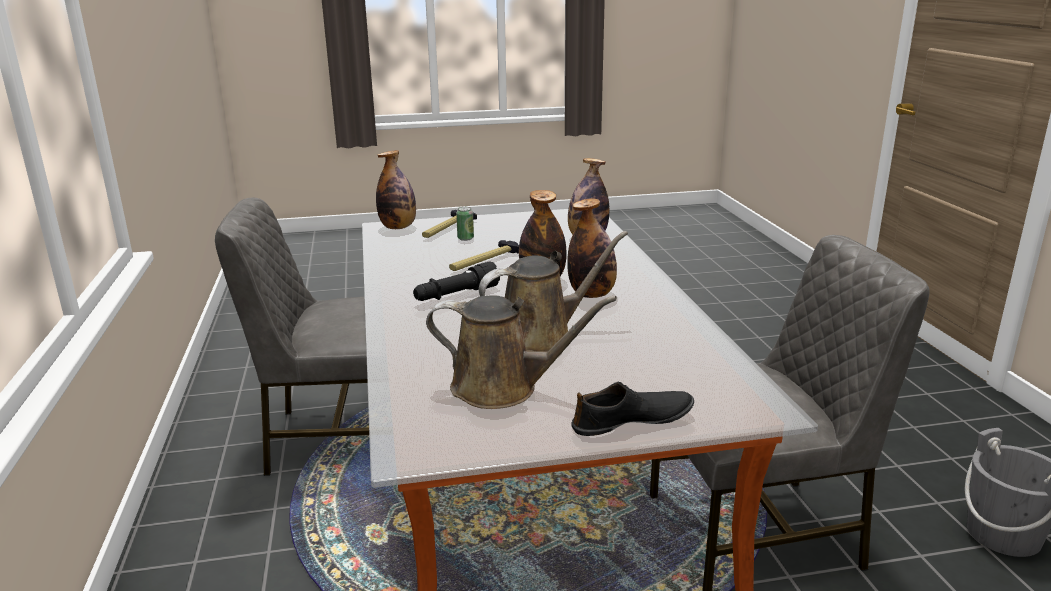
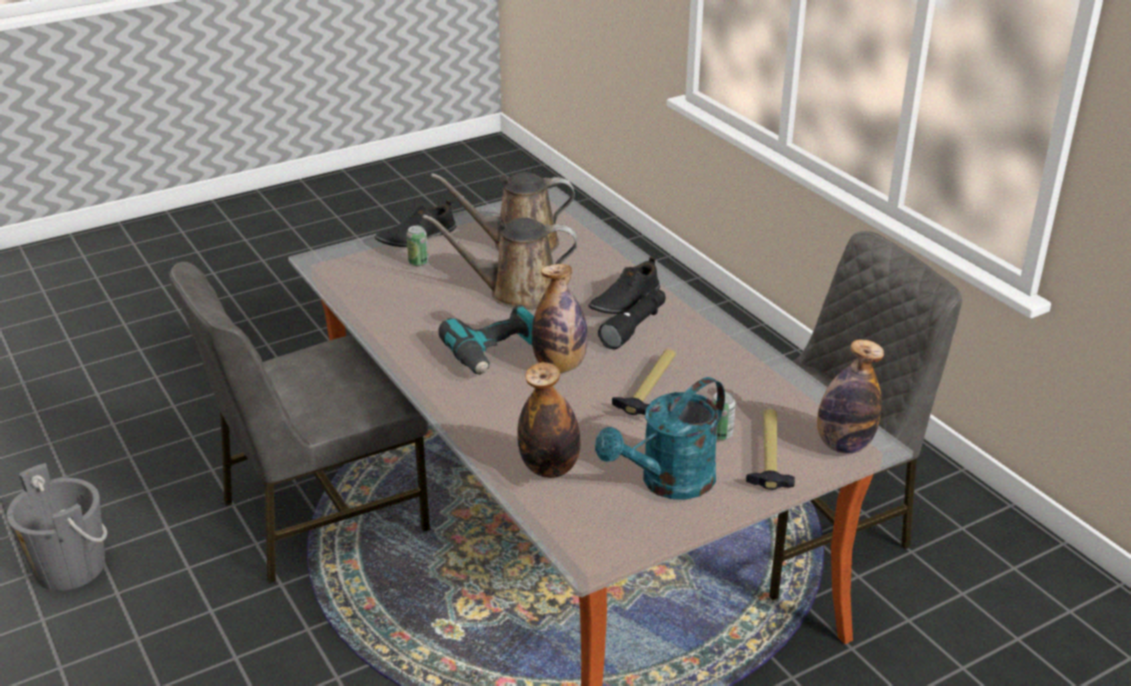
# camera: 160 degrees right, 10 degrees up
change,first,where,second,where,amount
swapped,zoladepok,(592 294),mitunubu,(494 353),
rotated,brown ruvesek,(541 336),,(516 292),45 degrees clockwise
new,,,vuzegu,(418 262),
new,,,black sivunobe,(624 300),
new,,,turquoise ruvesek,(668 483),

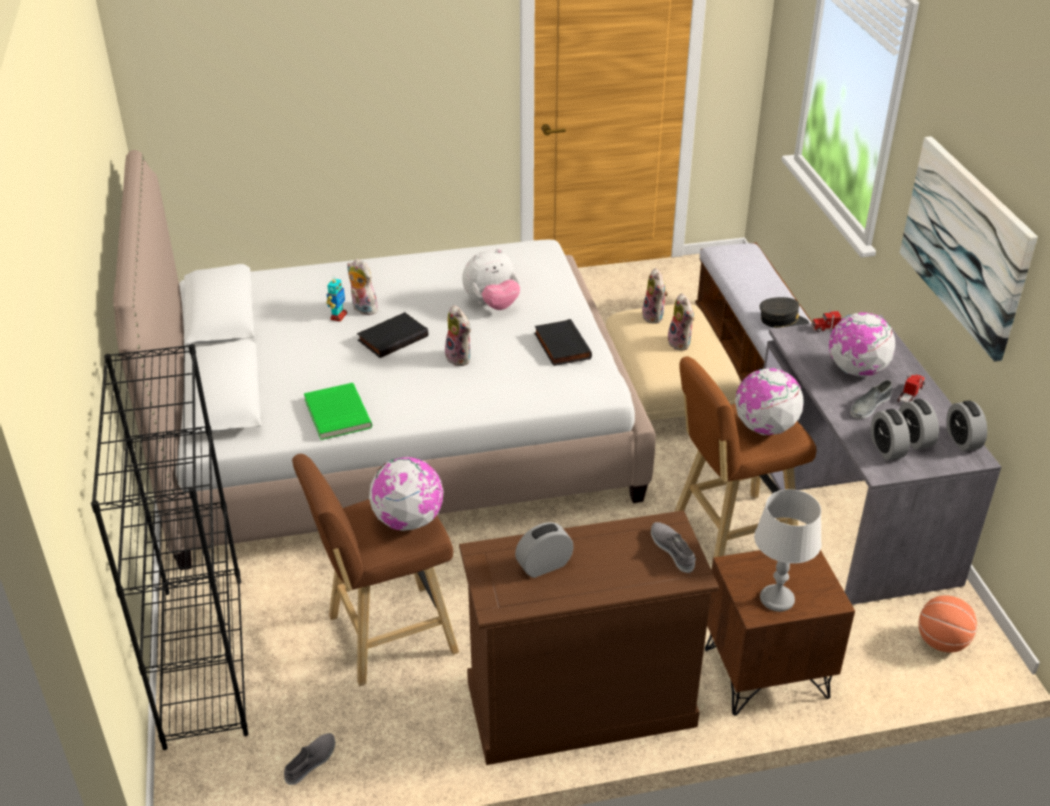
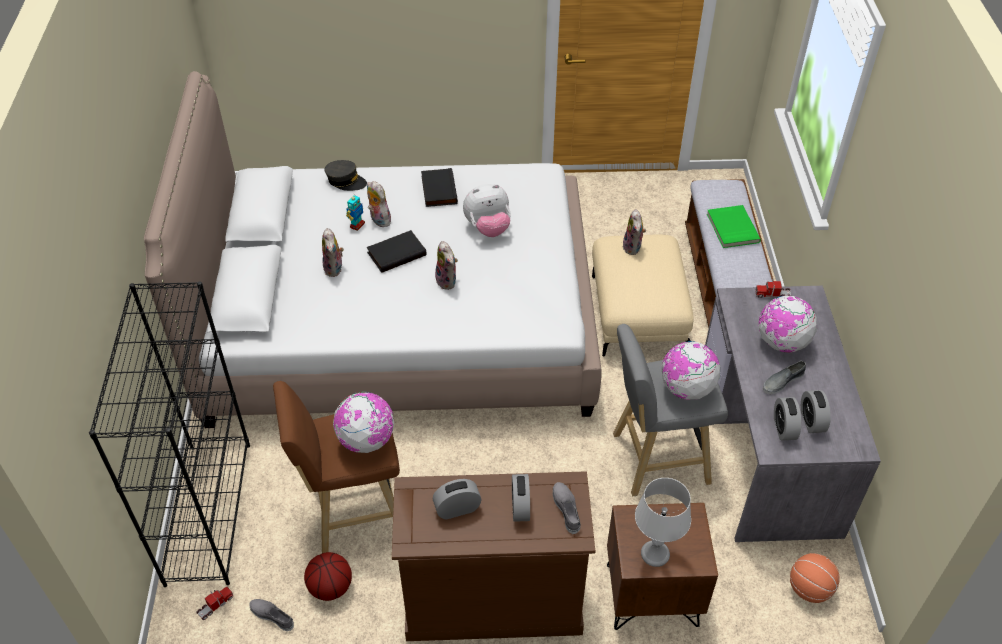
# camera: 10 degrees right, 10 degrees up
change,first,where,second,where,amount
gone,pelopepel,(966 245),,,
shifted,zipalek,(681 343),,(335 268),
shifted,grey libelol,(782 321),,(346 181),
shifted,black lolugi,(560 346),,(438 190),
repainted,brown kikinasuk,(729 535),grey kikinasuk,(655 459),
shifted,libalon,(910 394),,(215 605),
shifted,green lolugi,(336 414),,(731 228),
shifted,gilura,(962 440),,(520 507),
rotated,grey sivunobe,(311 761),,(272 615),105 degrees counterclockwise
new,,,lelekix,(331 587),

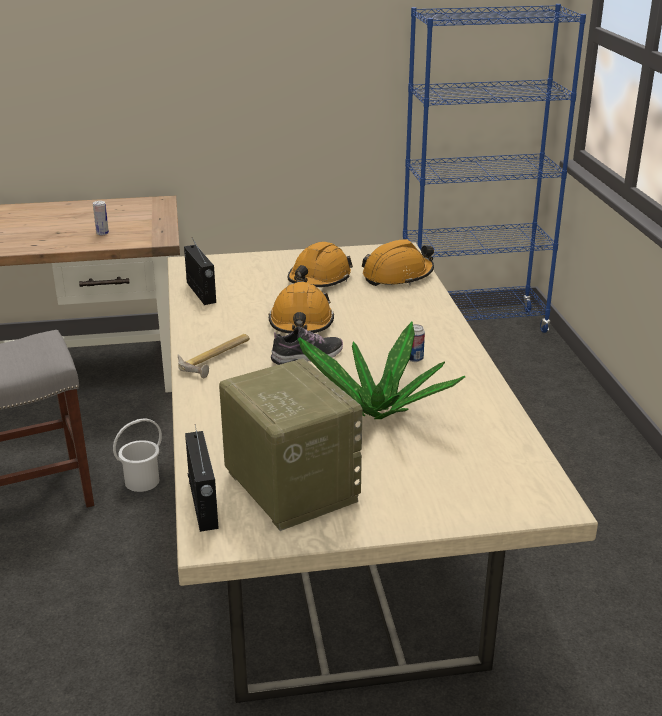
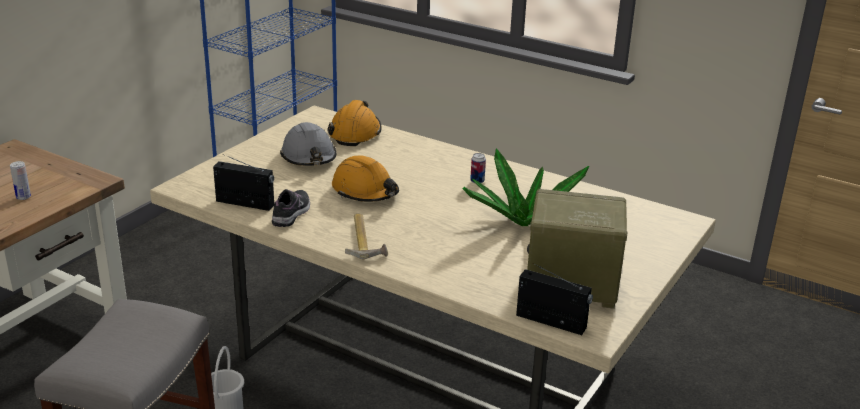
# camera: 50 degrees left, 0 degrees up
change,first,where,second,where,amount
repainted,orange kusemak,(319 279),grey kusemak,(309 157),
shifted,sivunobe,(307 357),,(291 213),

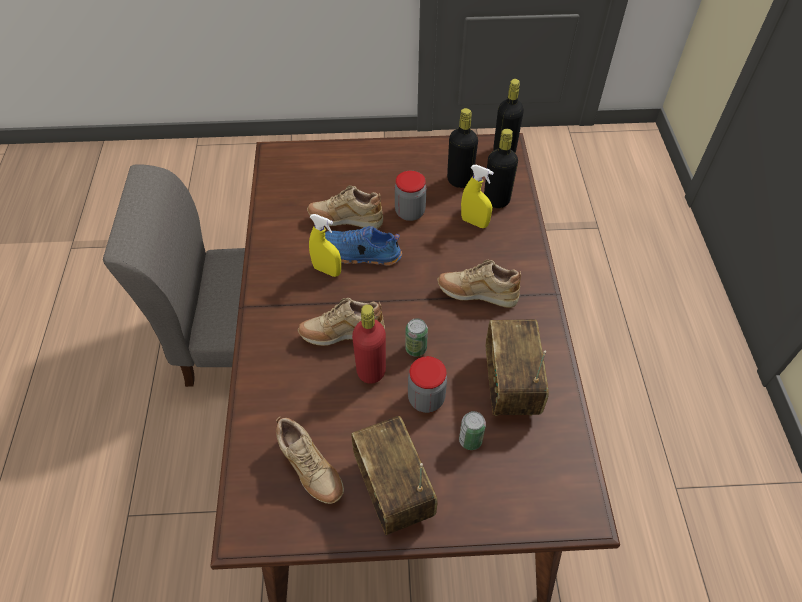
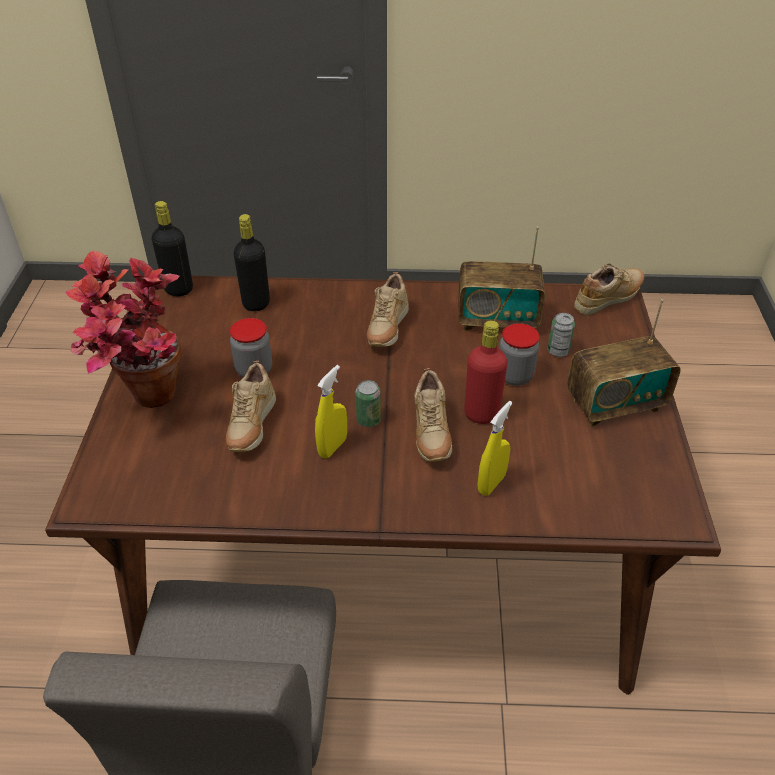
# camera: 85 degrees left, 10 degrees down
change,first,where,second,where,amount
gone,black zoladepok,(459 180),,,
shifted,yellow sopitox,(474 222),,(491 483),
gone,blue sivunobe,(361 254),,,
shifted,vuzegu,(416 348),,(368 420),
shifted,beige sivunobe,(310 470),,(609 300),
new,,,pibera,(145 405),

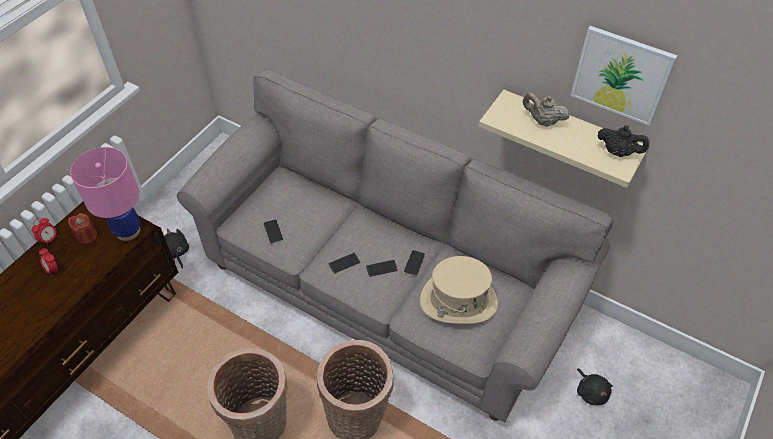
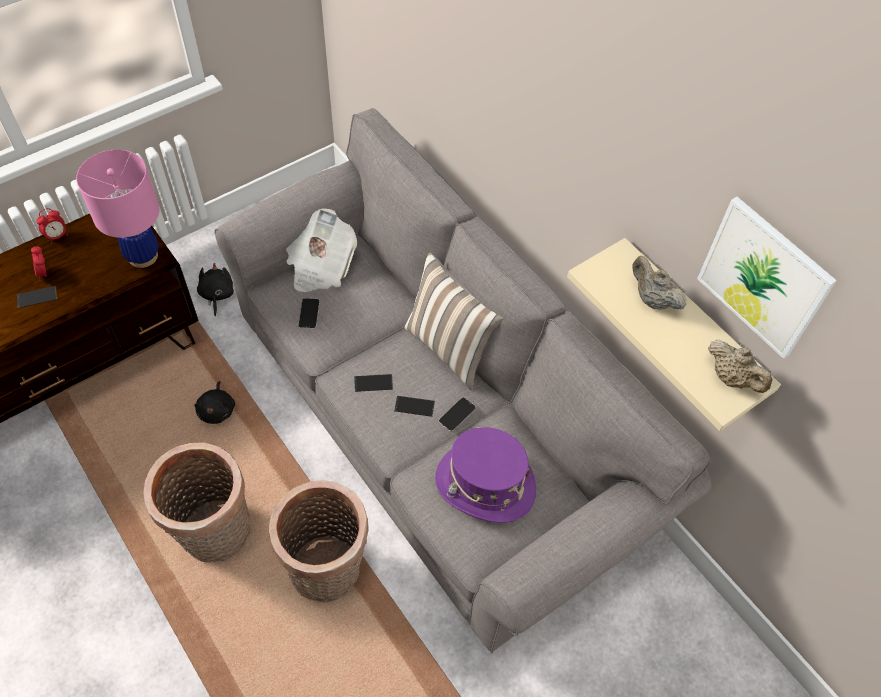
# camera: 20 degrees right, 5 degrees up
change,first,where,second,where,amount
repainted,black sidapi,(618 152),beige sidapi,(732 378),
gone,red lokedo,(86 236),,,
repainted,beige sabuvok,(458 302),purple sabuvok,(485 485),
shifted,black zipalek,(591 392),,(217 410),
new,,,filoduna,(320 265),
new,,,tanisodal,(450 348),
new,,,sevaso,(37 297),

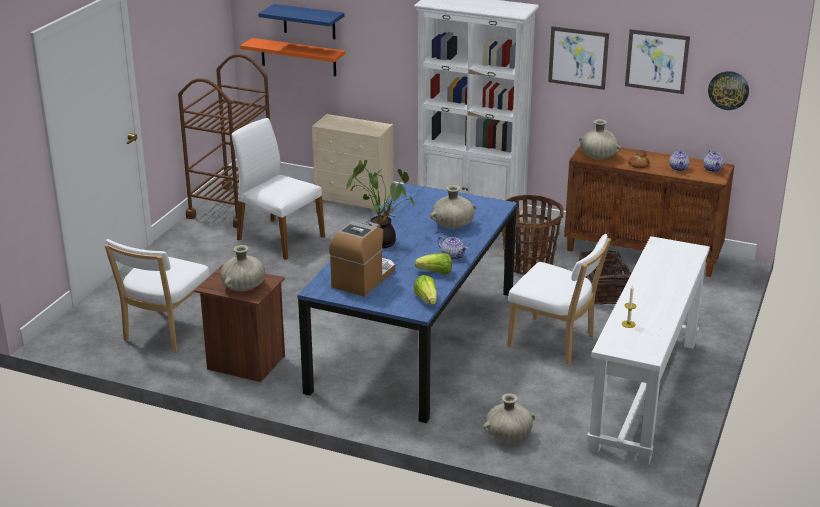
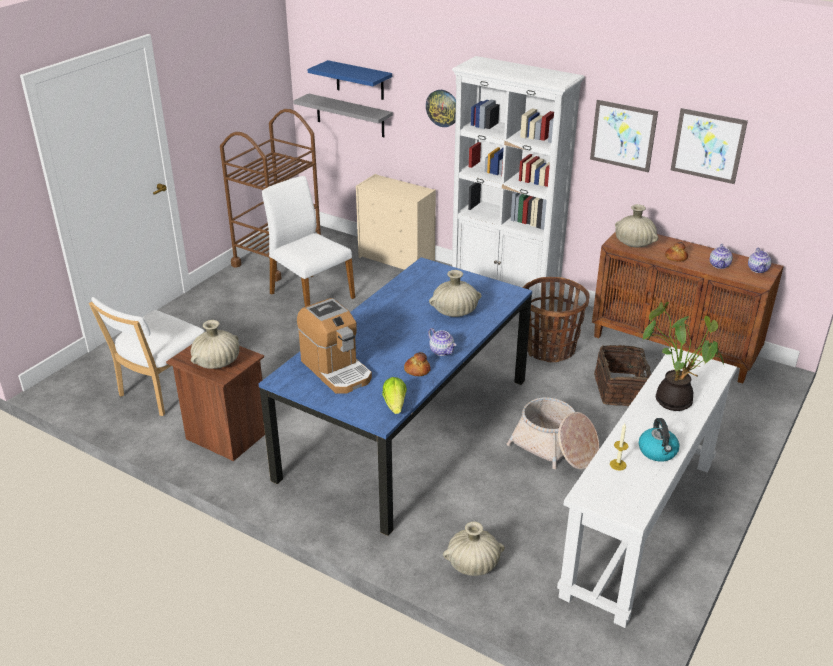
# camera: 10 degrees right, 5 degrees up
change,first,where,second,where,amount
repainted,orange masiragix,(298 57),grey masiragix,(350 115),
shifted,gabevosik,(728 90),,(443 108),
shifted,pibera,(382 241),,(674 399),
rotated,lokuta,(363 278),,(336 370),105 degrees clockwise
swapped,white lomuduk,(555 343),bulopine,(555 448),
swapped,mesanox,(435 272),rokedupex,(417 370),
new,,,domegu,(658 452),

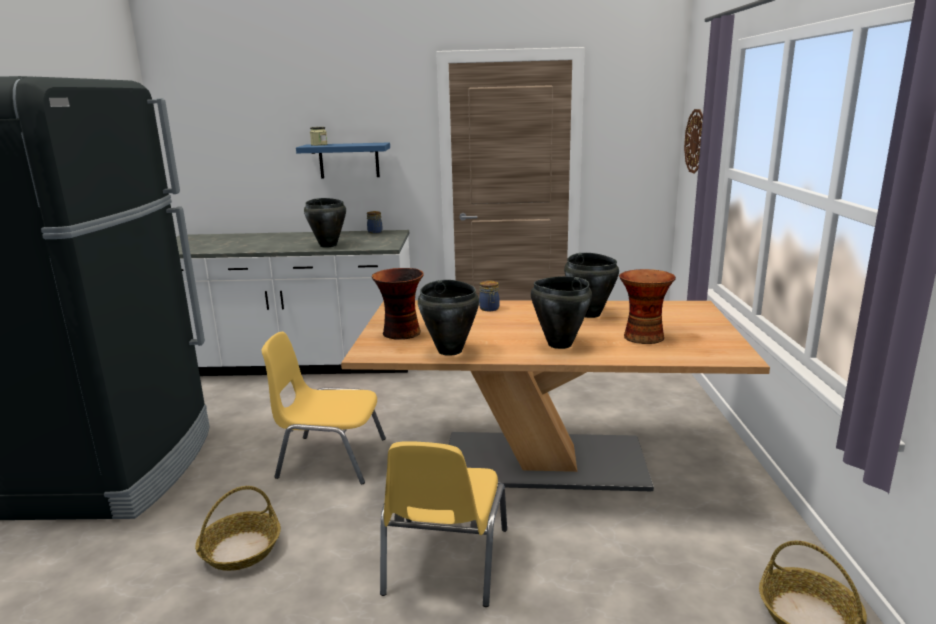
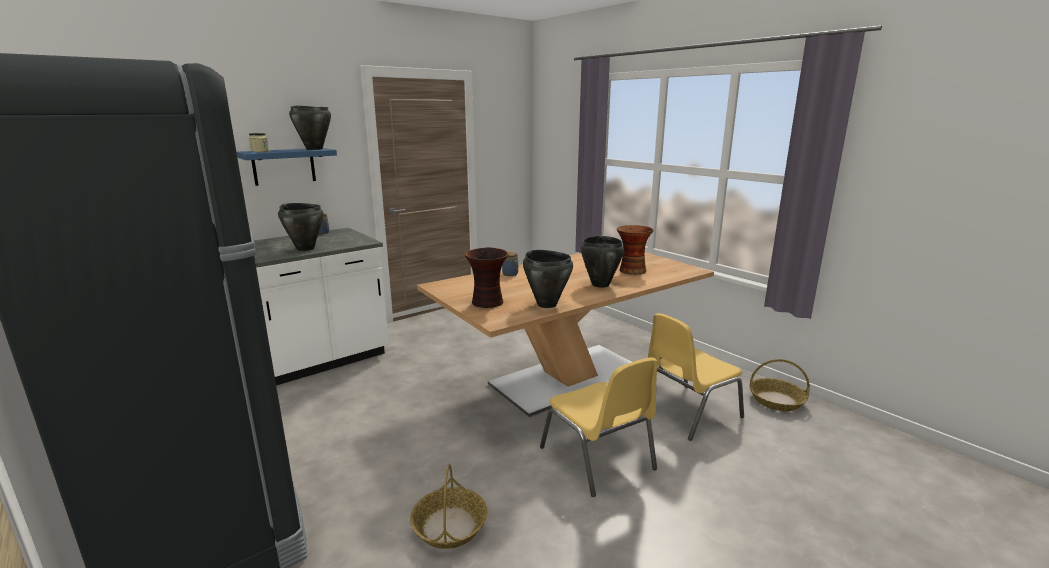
# camera: 40 degrees left, 0 degrees up
change,first,where,second,where,amount
gone,gabevosik,(696 141),,,
shifted,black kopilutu,(590 314),,(314 149),
shifted,yellow lomuduk,(330 458),,(687 412),

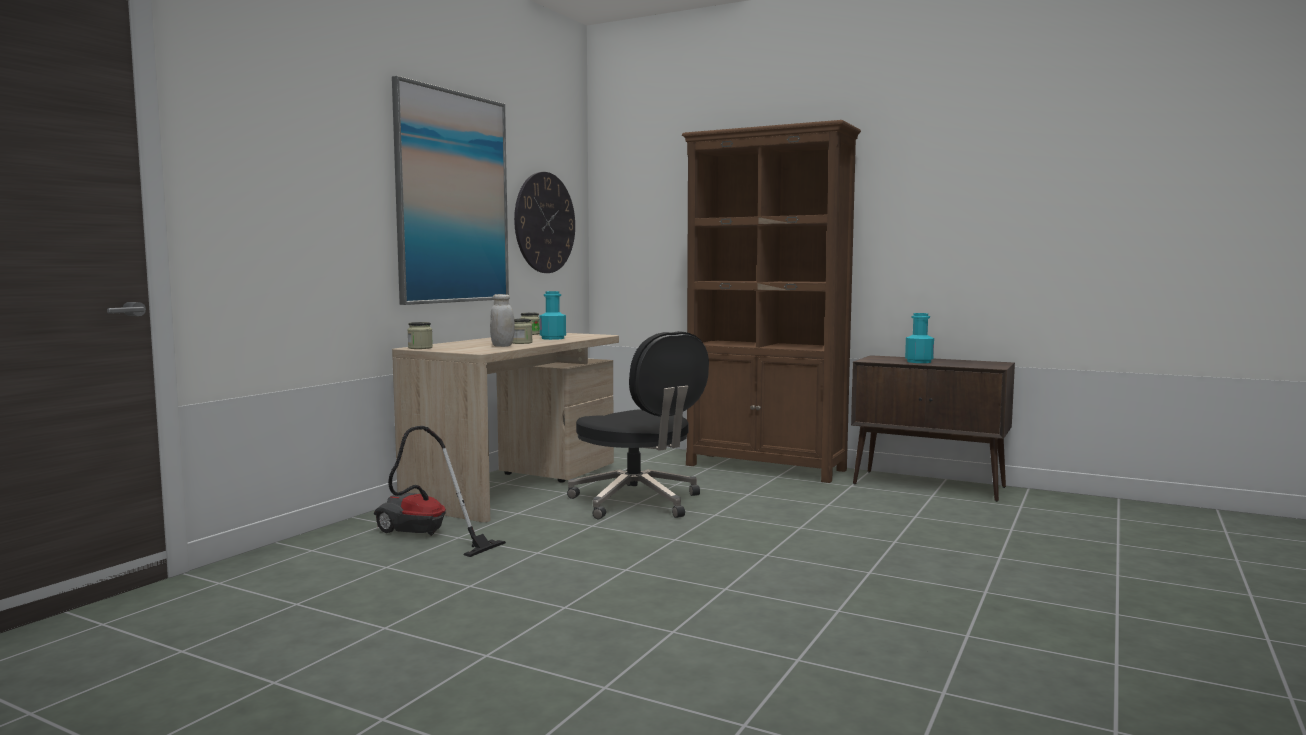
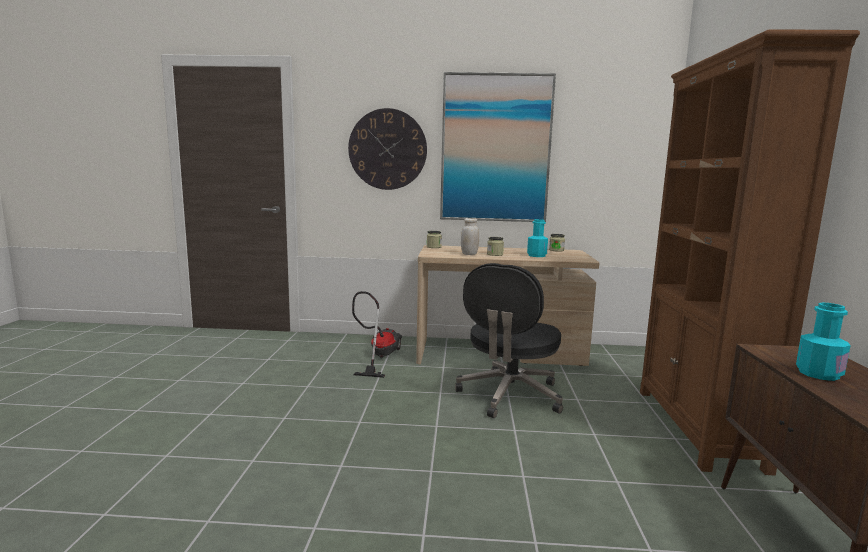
# camera: 65 degrees right, 5 degrees up
change,first,where,second,where,amount
shifted,gabevosik,(545 223),,(387 149),

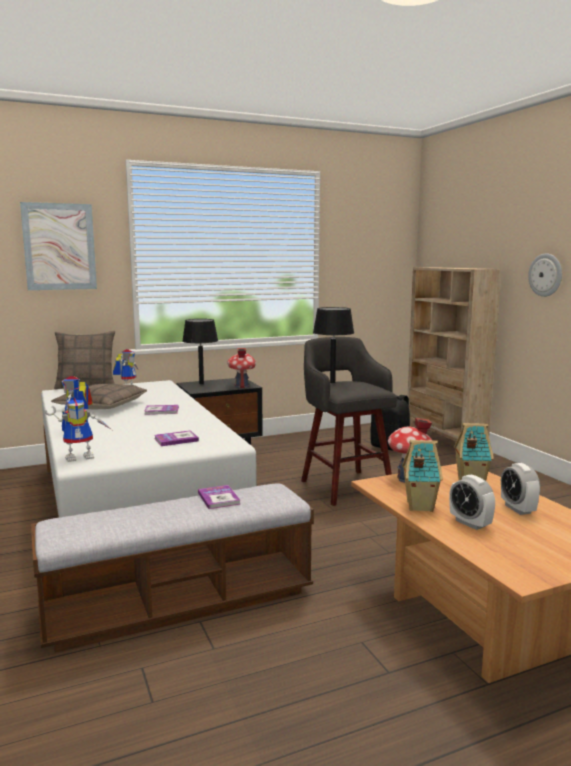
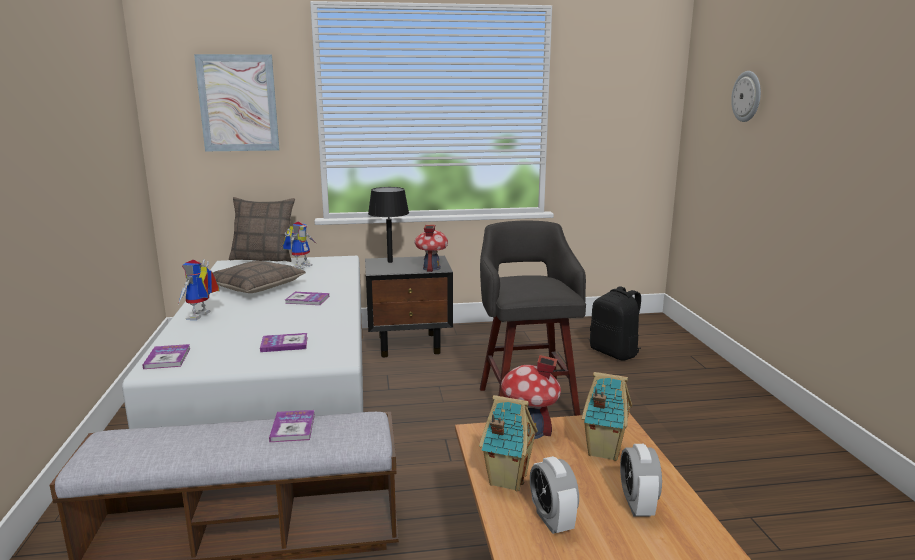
# camera: 15 degrees right, 5 degrees up
change,first,where,second,where,amount
shifted,gabevosik,(546 275),,(747 96),
gone,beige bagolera,(444 443),,,
gone,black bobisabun,(332 382),,,
swapped,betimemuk,(81 456),lolugi,(167 358),

